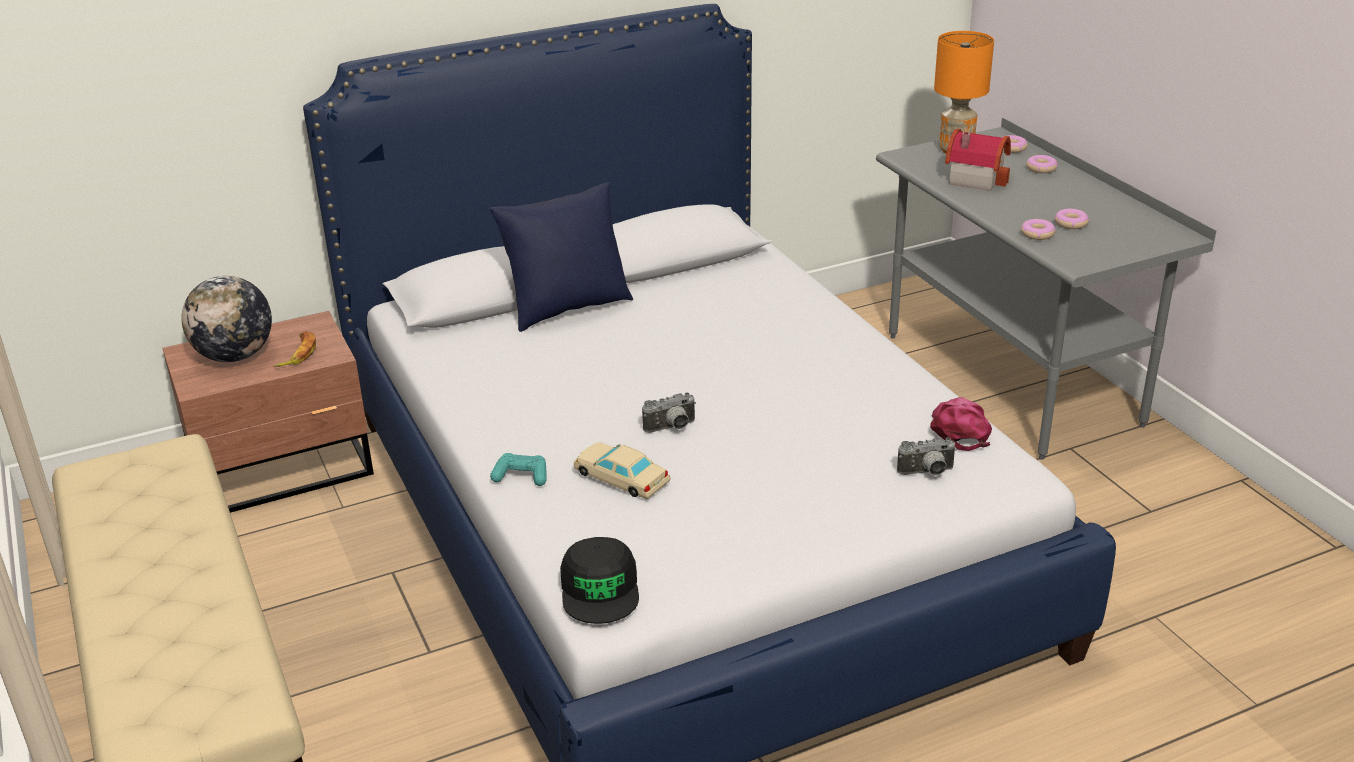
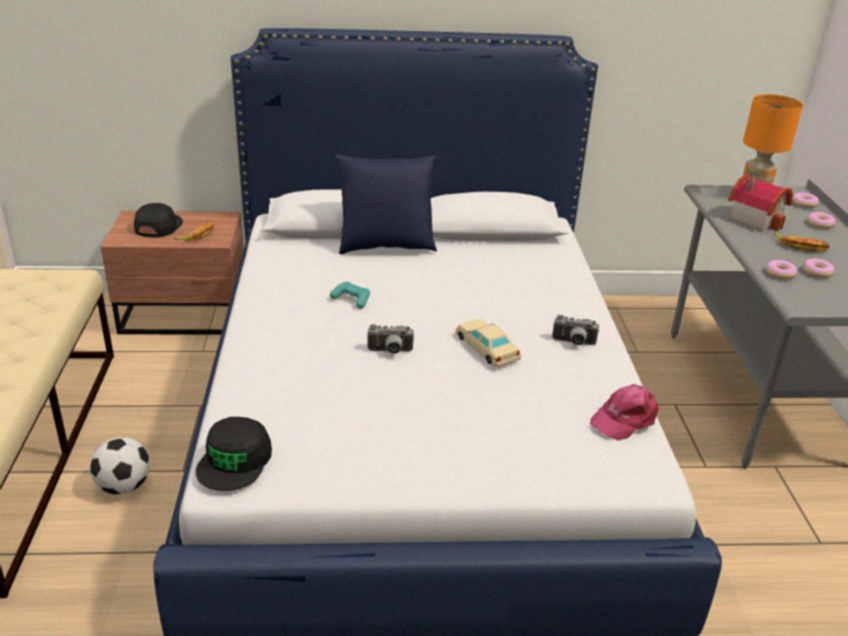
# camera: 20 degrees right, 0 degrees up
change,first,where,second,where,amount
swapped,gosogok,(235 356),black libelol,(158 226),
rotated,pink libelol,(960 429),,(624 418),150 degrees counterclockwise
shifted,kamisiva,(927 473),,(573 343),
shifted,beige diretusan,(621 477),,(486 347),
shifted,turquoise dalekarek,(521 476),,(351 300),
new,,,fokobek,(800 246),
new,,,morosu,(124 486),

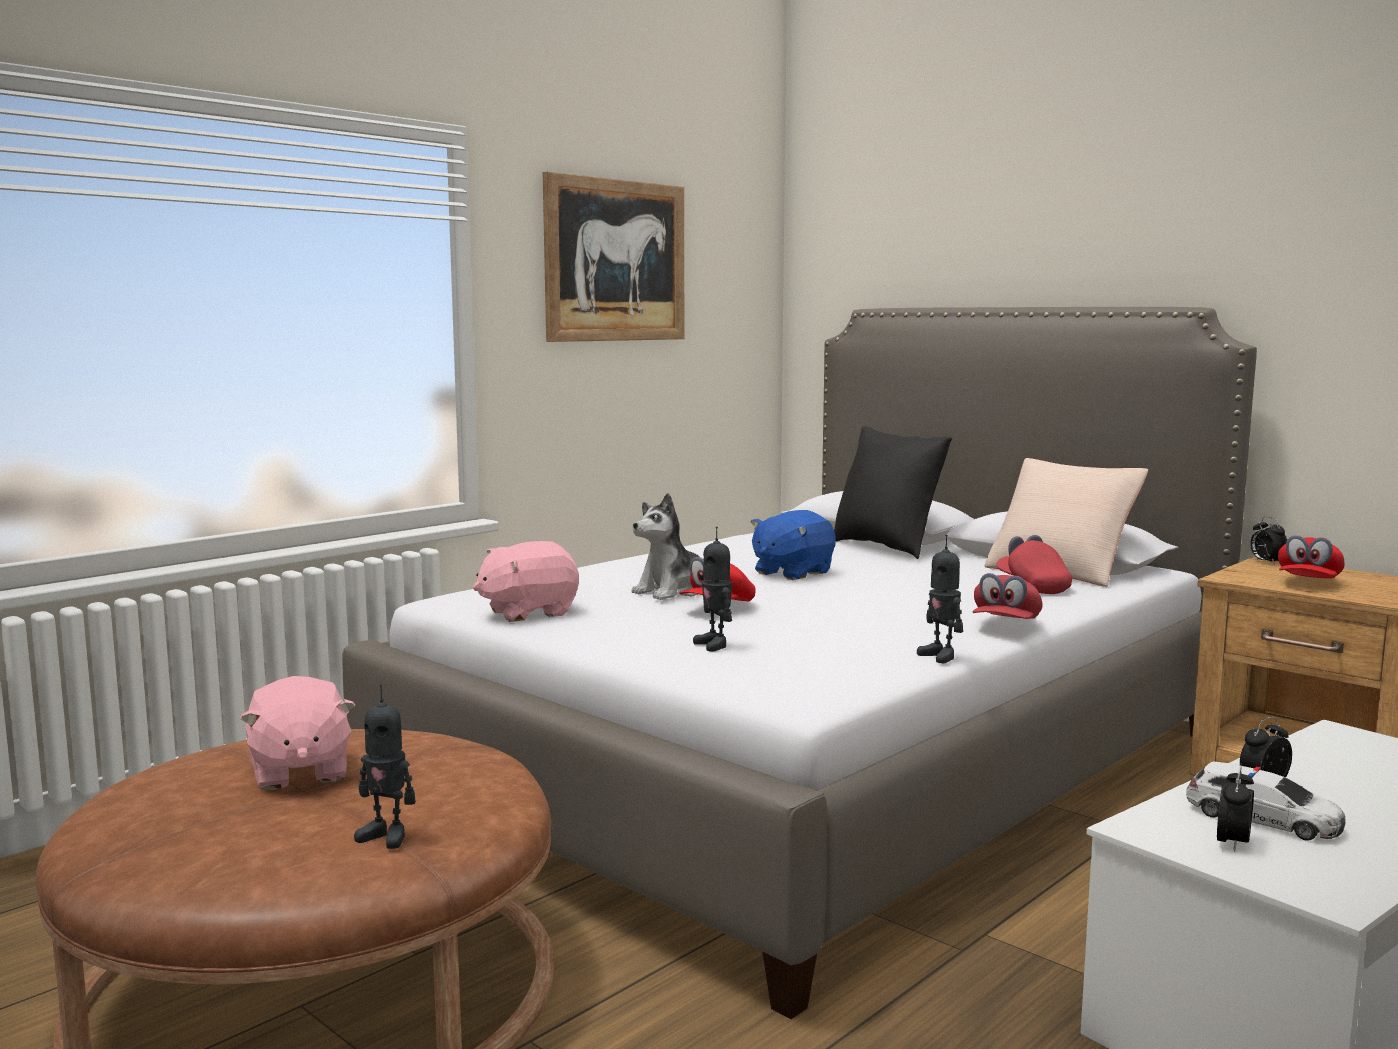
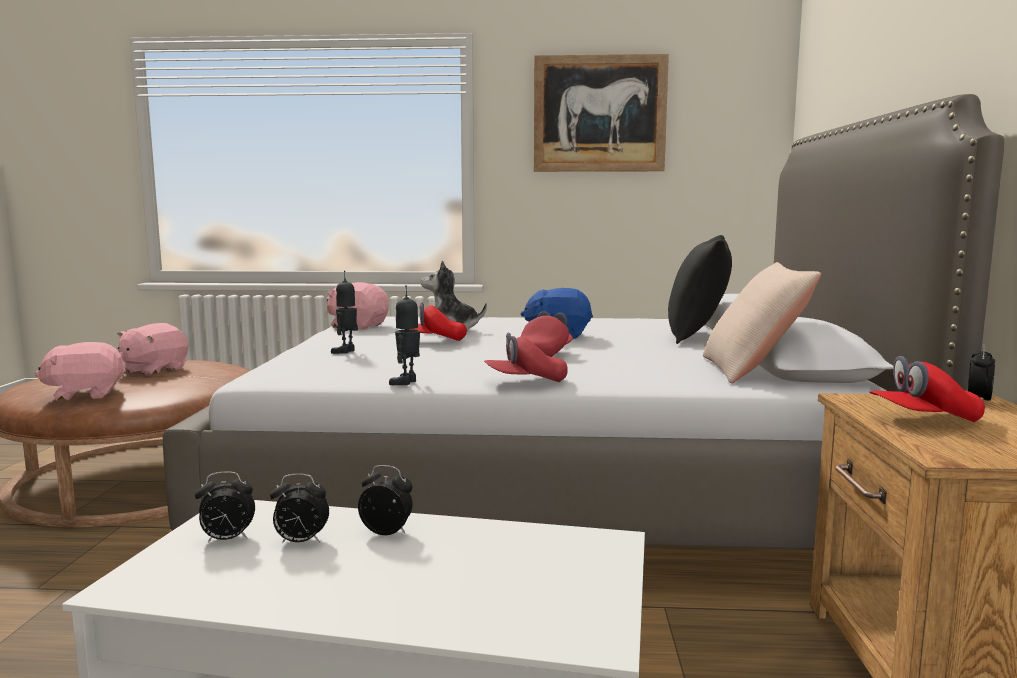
# camera: 50 degrees right, 0 degrees up
change,first,where,second,where,amount
shifted,red libelol,(1032 586),,(545 354),
swapped,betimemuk,(386 836),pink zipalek,(85 394),
swapped,diretusan,(1263 818),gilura,(300 542),

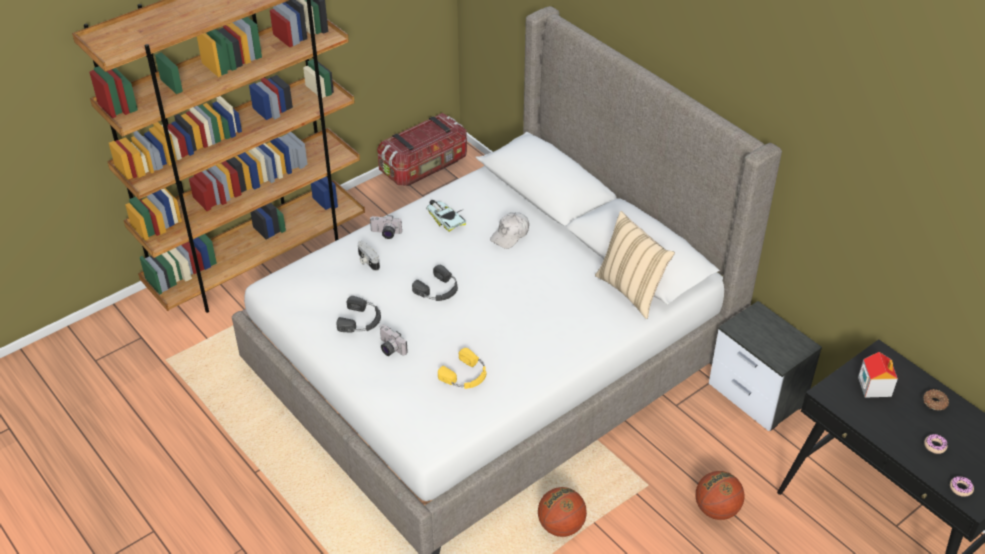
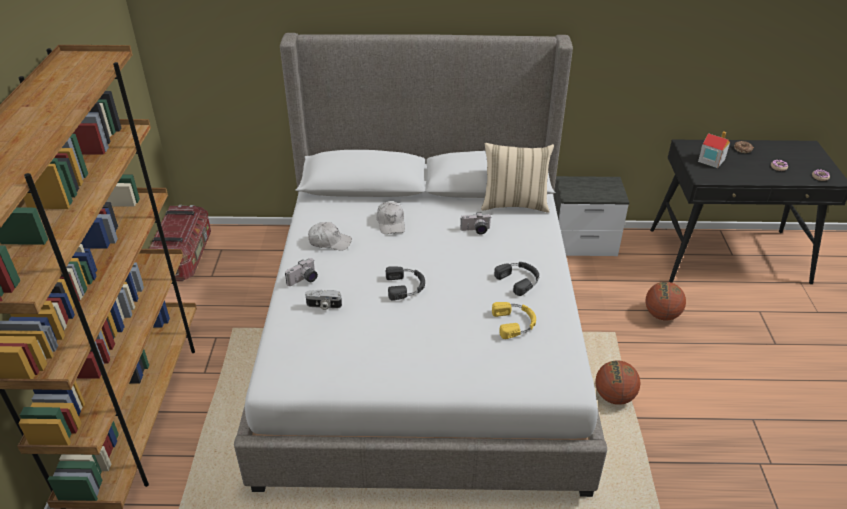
# camera: 50 degrees left, 5 degrees down
change,first,where,second,where,amount
swapped,diretusan,(445 217),white libelol,(329 242),
shifted,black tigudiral,(361 320),,(519 279),
shifted,kamisiva,(389 348),,(475 231),

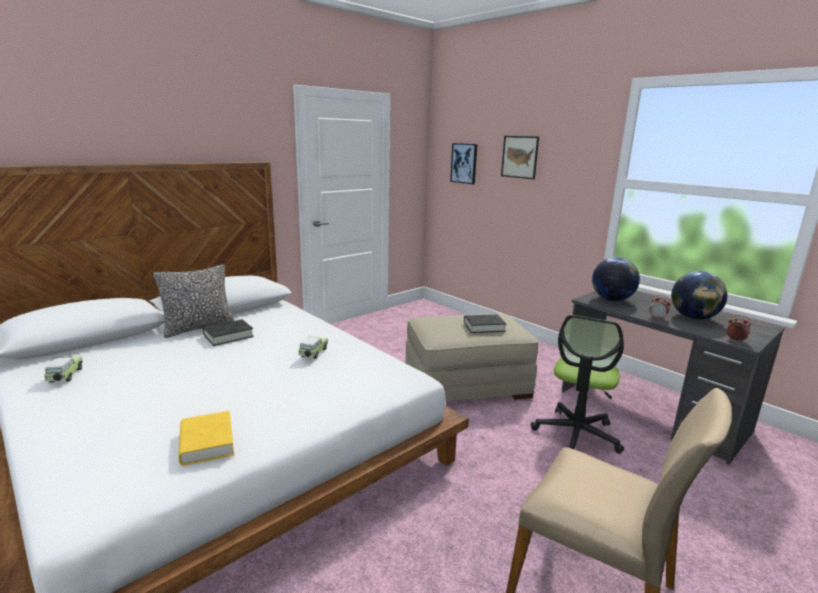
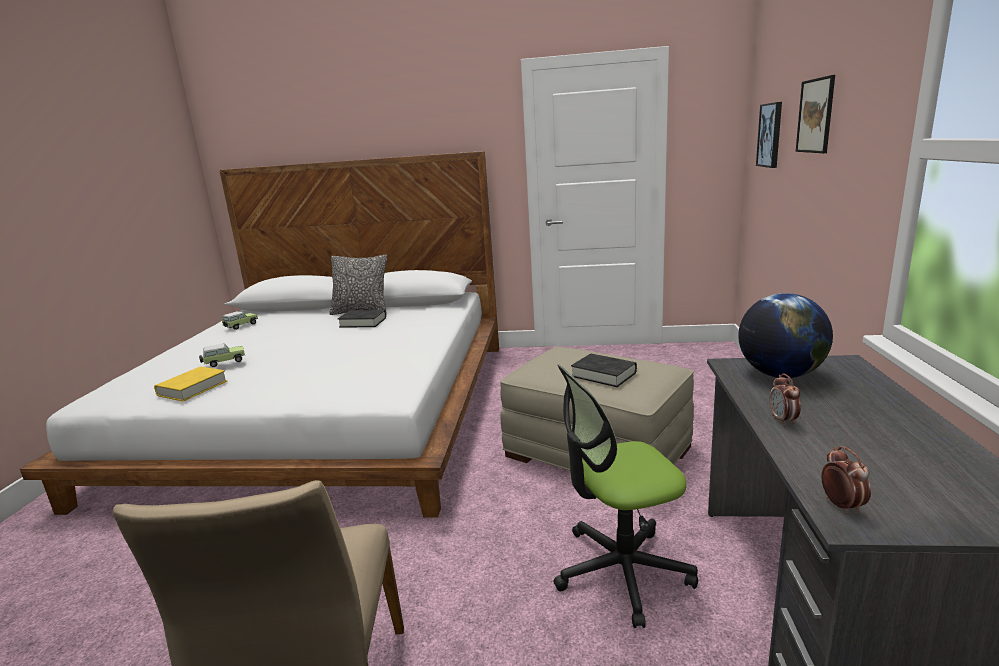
# camera: 50 degrees right, 0 degrees up
change,first,where,second,where,amount
gone,gosogok,(693 318),,,
shifted,diretusan,(313 353),,(224 362),

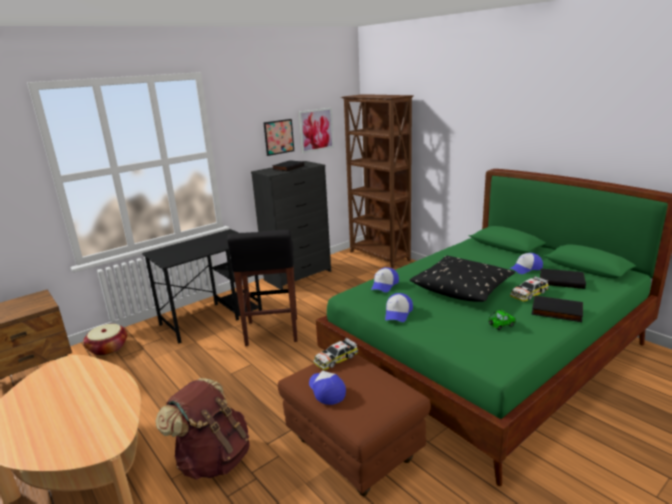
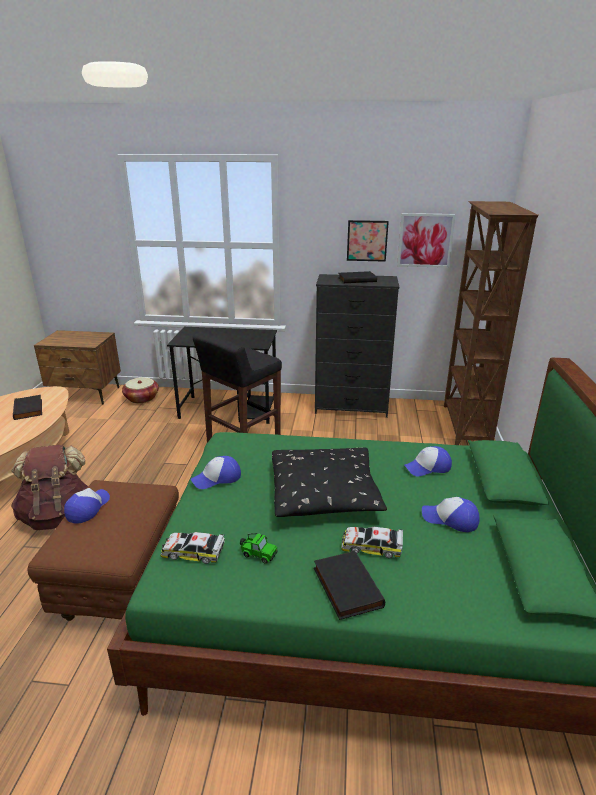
# camera: 45 degrees right, 5 degrees up
change,first,where,second,where,amount
shifted,libelol,(384 285),,(428 467),
shifted,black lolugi,(561 280),,(29 409),
shifted,diretusan,(335 359),,(193 552),

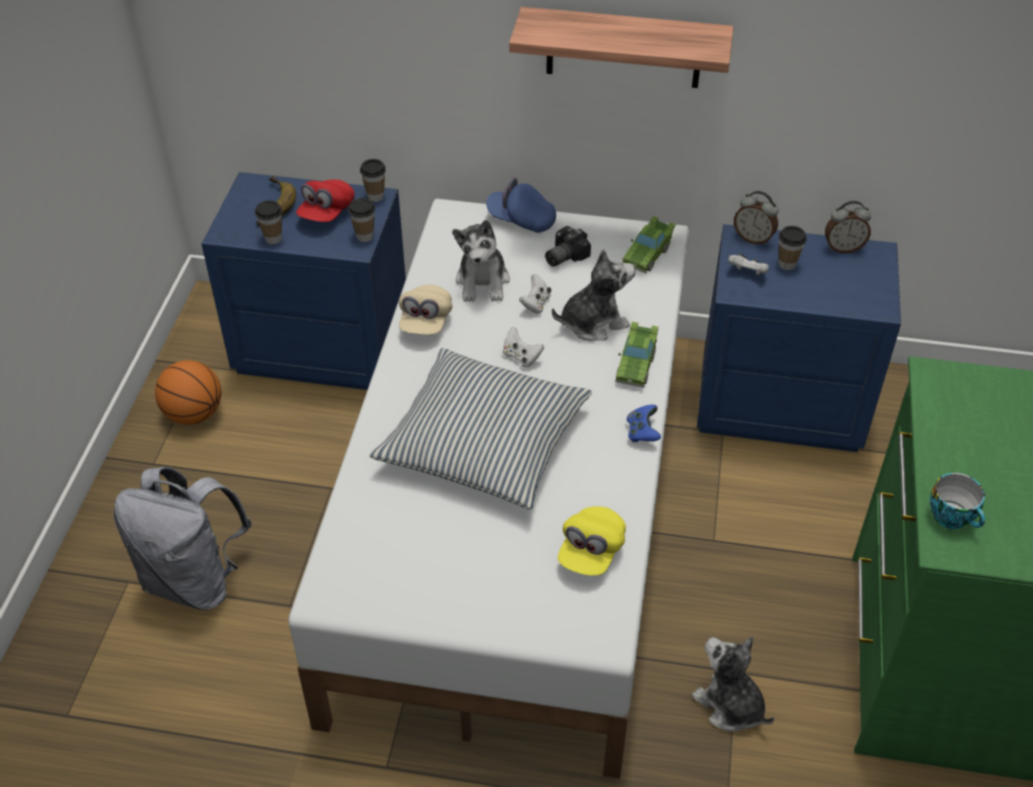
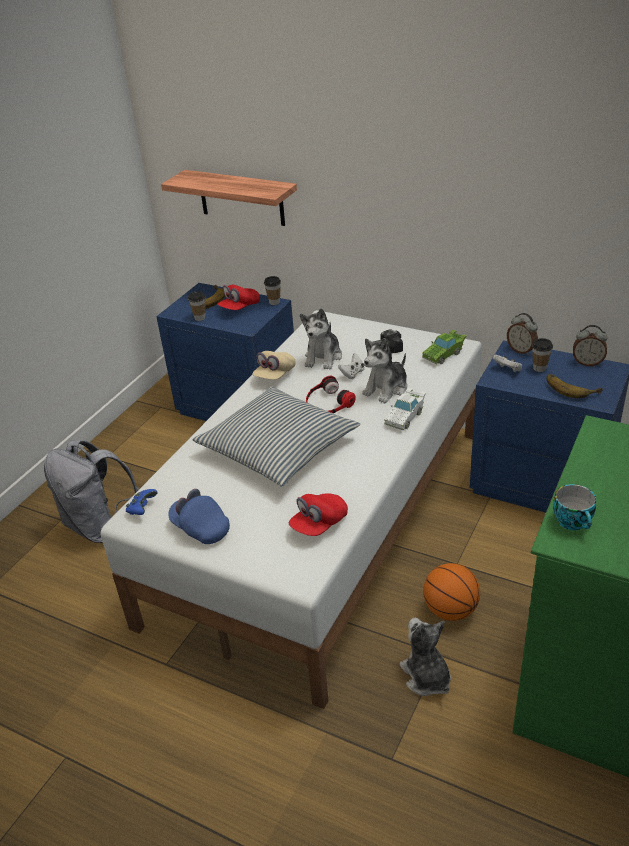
# camera: 20 degrees right, 10 degrees down
change,first,where,second,where,amount
shifted,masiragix,(623 48),,(241 198),
shifted,blue libelol,(521 220),,(200 528),
gone,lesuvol,(364 236),,,
rotated,zipalek,(593 322),,(386 389),135 degrees clockwise
repainted,green diretusan,(636 364),white diretusan,(405 416),
swapped,white dalekarek,(521 357),tigudiral,(327 402),
shifted,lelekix,(194 414),,(450 610),
shifted,blue dalekarek,(642 432),,(142 509),
repainted,yellow libelol,(591 551),red libelol,(319 524),
new,,,fokobek,(571 387),

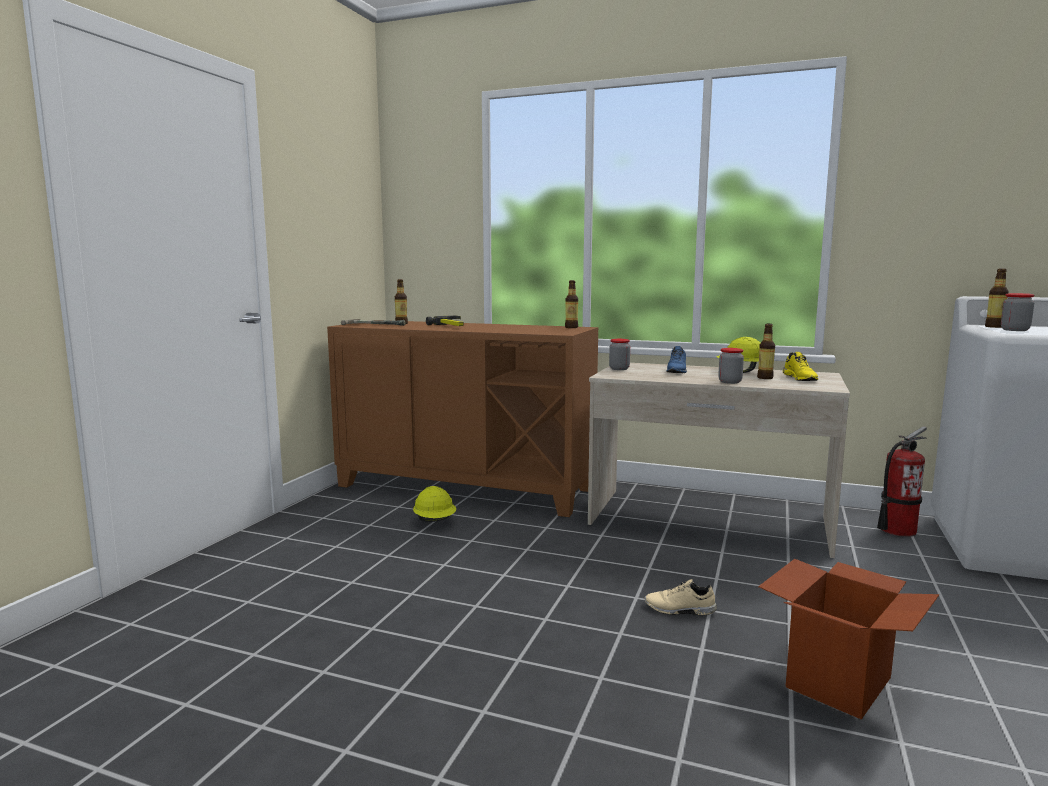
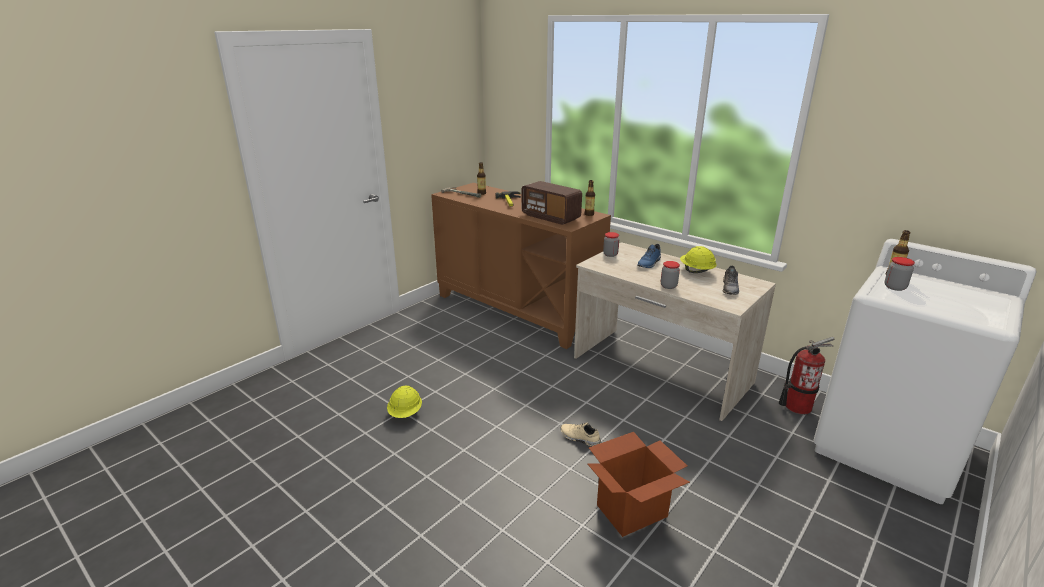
# camera: 20 degrees right, 15 degrees up
change,first,where,second,where,amount
gone,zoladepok,(765 378),,,
repainted,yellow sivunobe,(800 378),grey sivunobe,(730 288),
shifted,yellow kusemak,(435 521),,(405 413),
new,,,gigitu,(551 217),

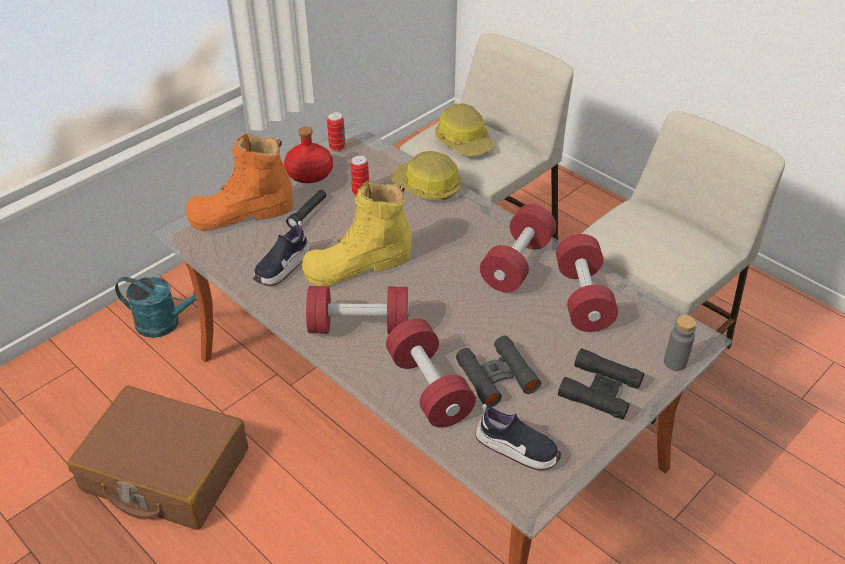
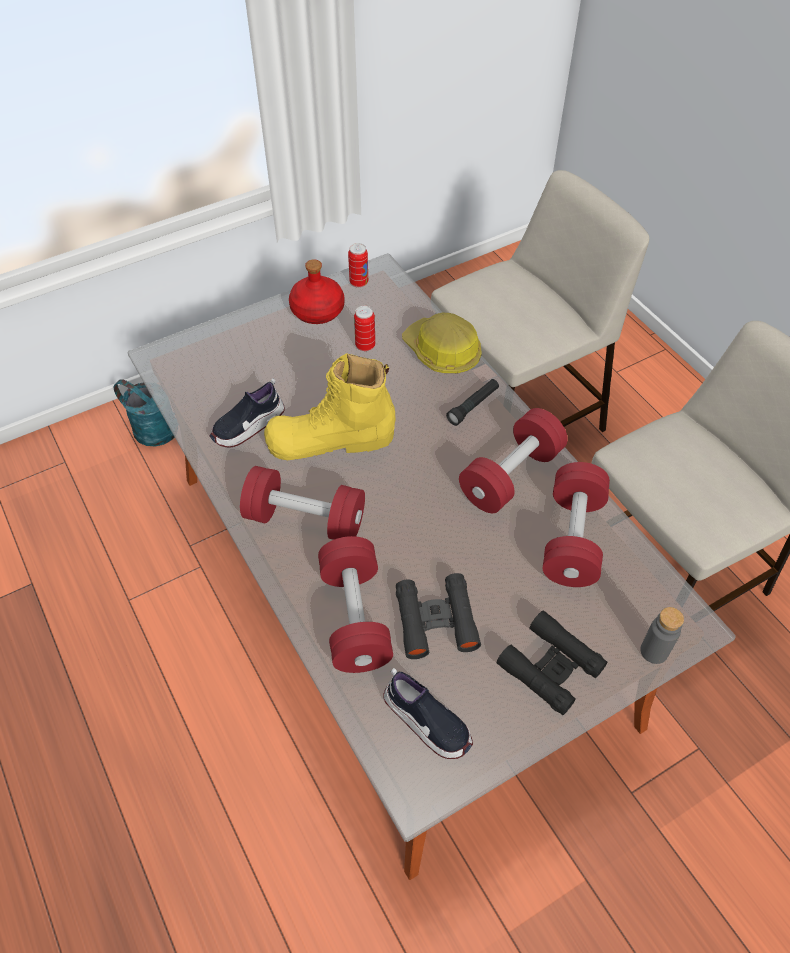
# camera: 15 degrees right, 10 degrees up
change,first,where,second,where,amount
gone,kusemak,(464 141),,,
gone,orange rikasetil,(241 213),,,
shifted,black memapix,(307 213),,(473 406),
gone,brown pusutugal,(165 471),,,

